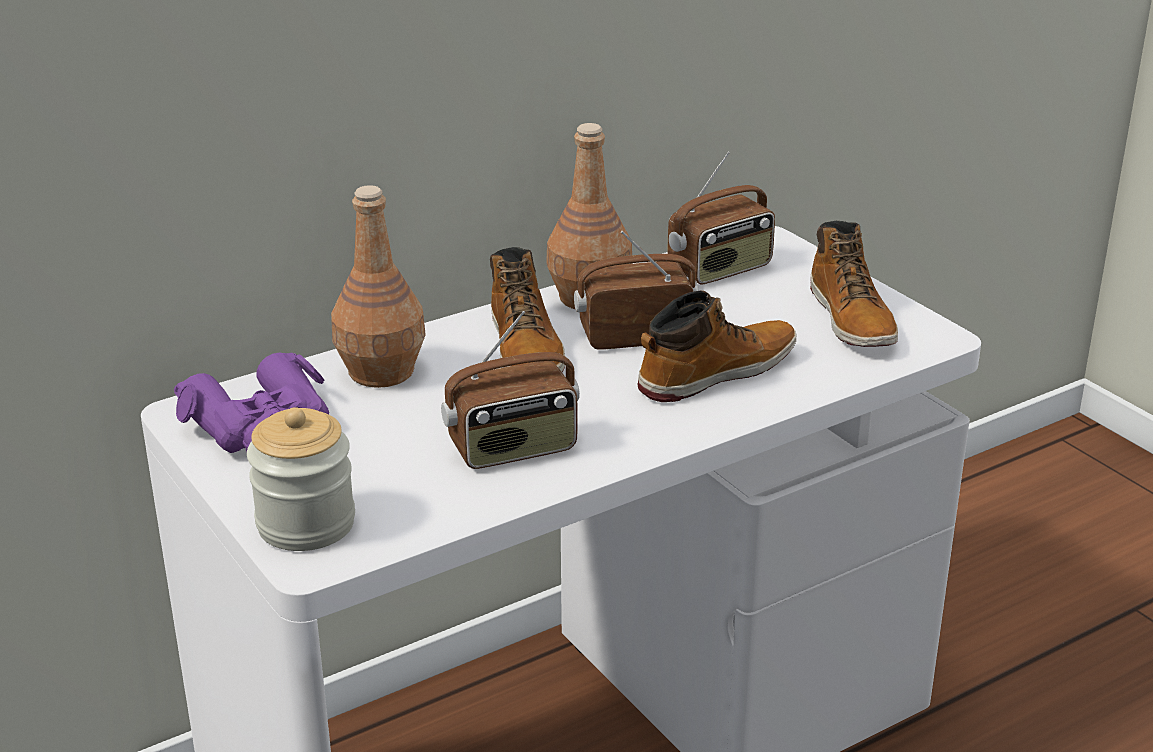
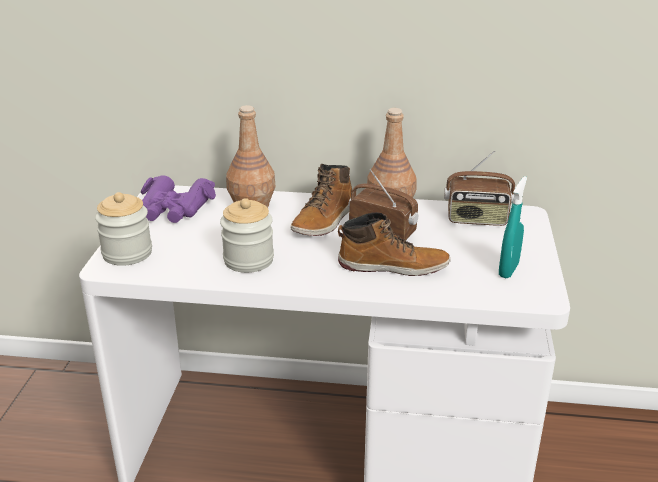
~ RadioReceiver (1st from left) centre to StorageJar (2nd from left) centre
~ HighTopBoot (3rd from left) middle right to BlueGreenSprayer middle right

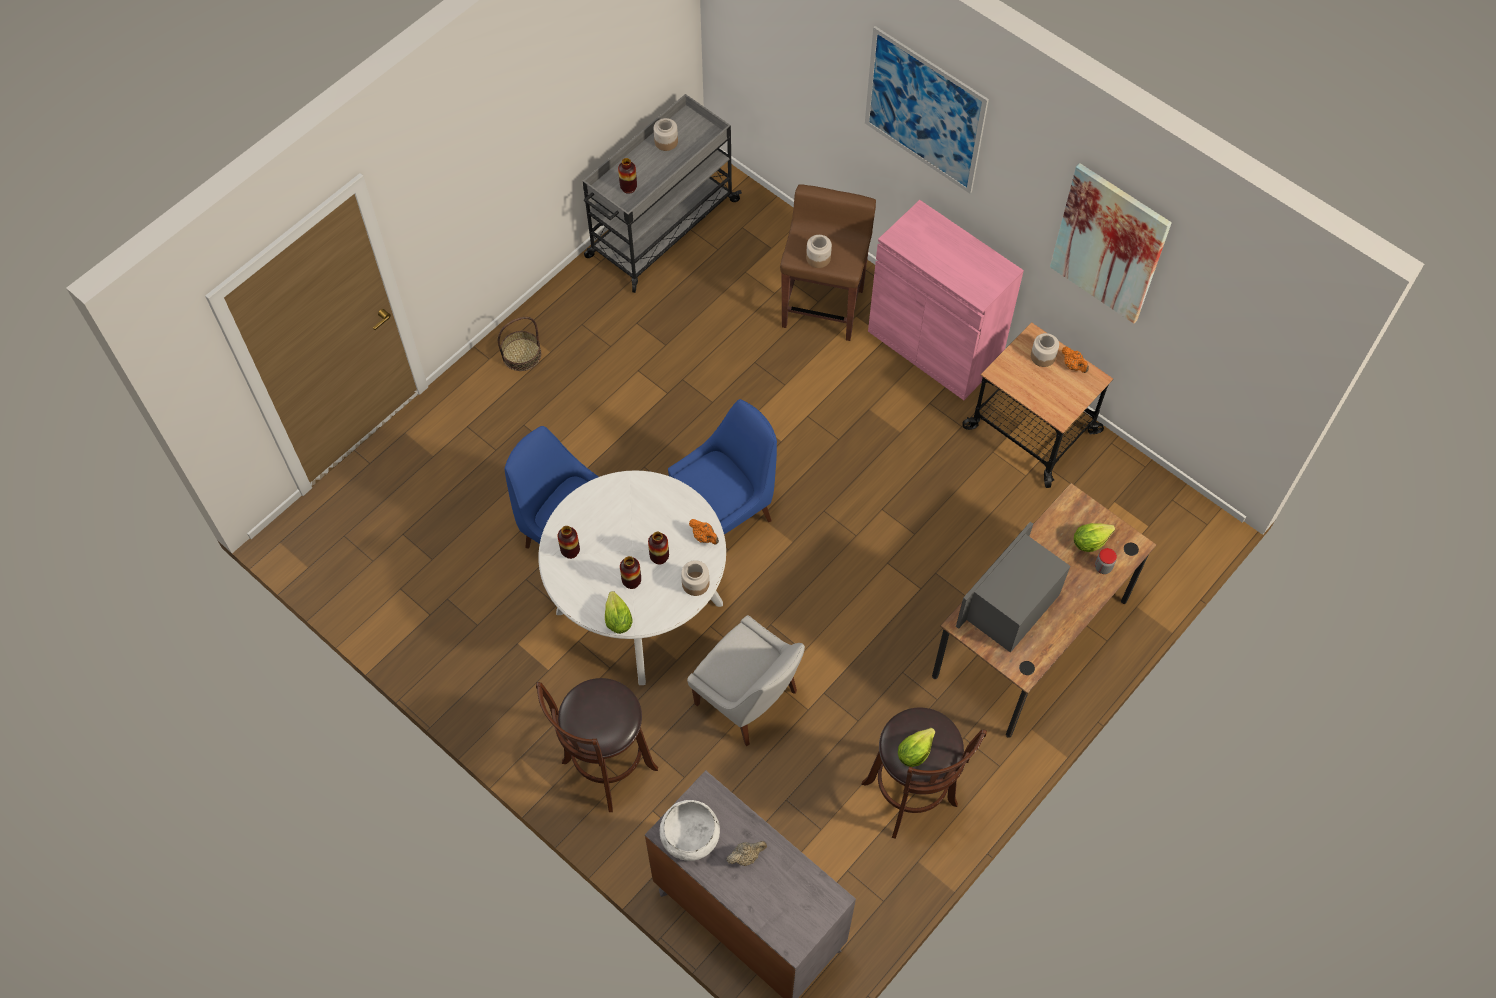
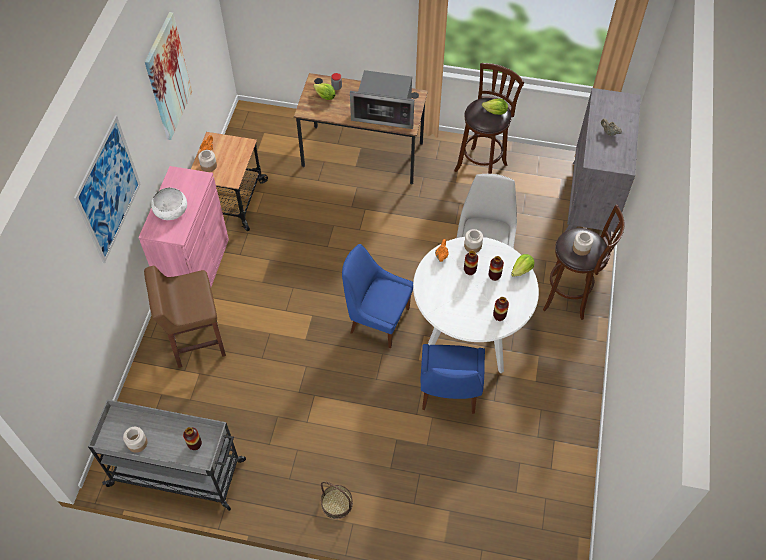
~ WhitishDeepDish bottom centre to middle left
~ StorageJar (3rd from left in the first image) top centre to StorageJar (5th from left) middle right

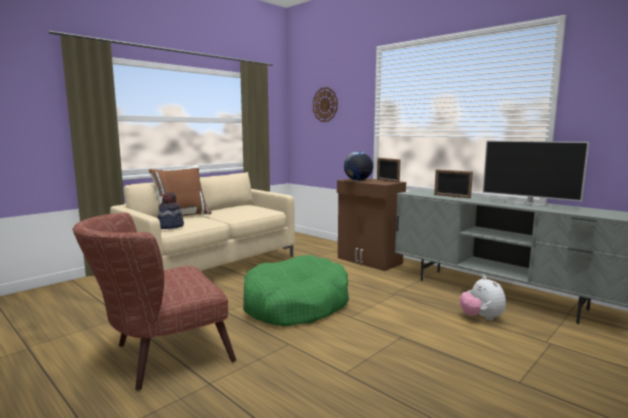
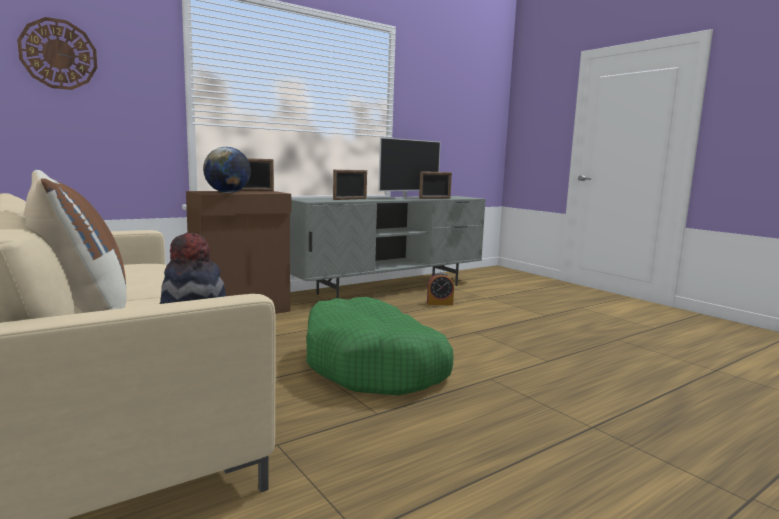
- BrownishEasyChair bottom left
~ CuddlyToy bottom right to AlarmClock centre
+ PhotoFrame (3rd from left) centre

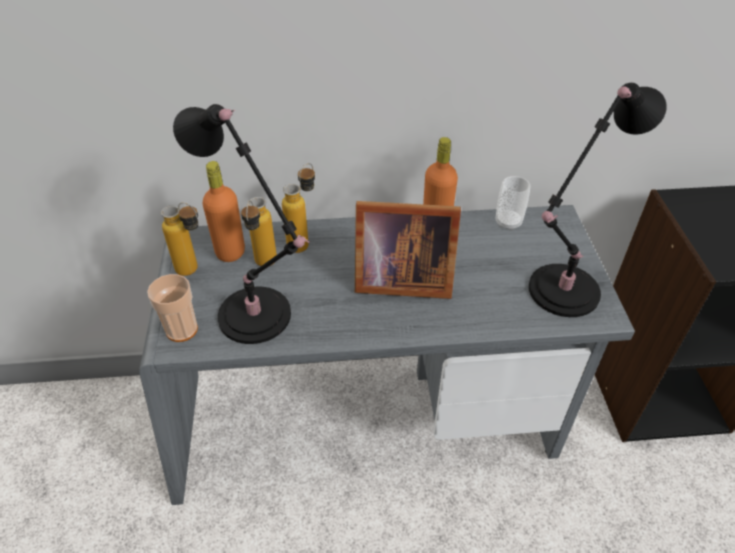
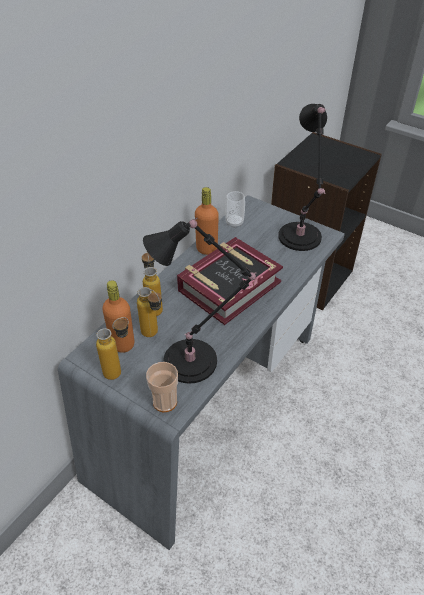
~ PhotoFrame centre to Volume centre

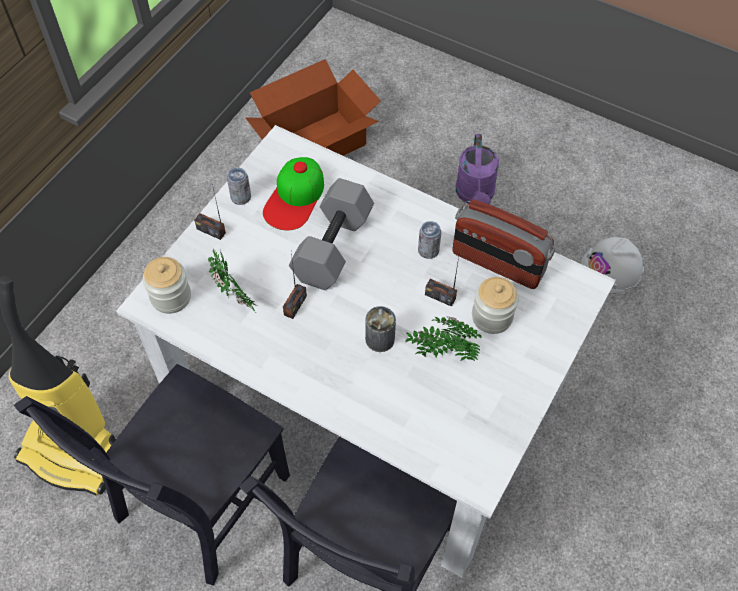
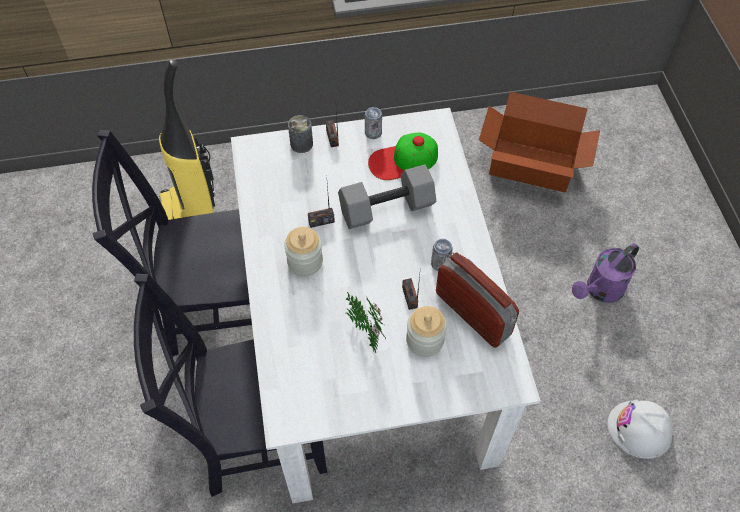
~ StorageJar (1st from left) middle left to centre
- PottedPlant (1st from left) middle left
~ SealedCan (2nd from left in the first image) centre to SealedCan (1st from left) top centre
~ RadioReceiver (4th from left) middle right = centre 150 degrees clockwise

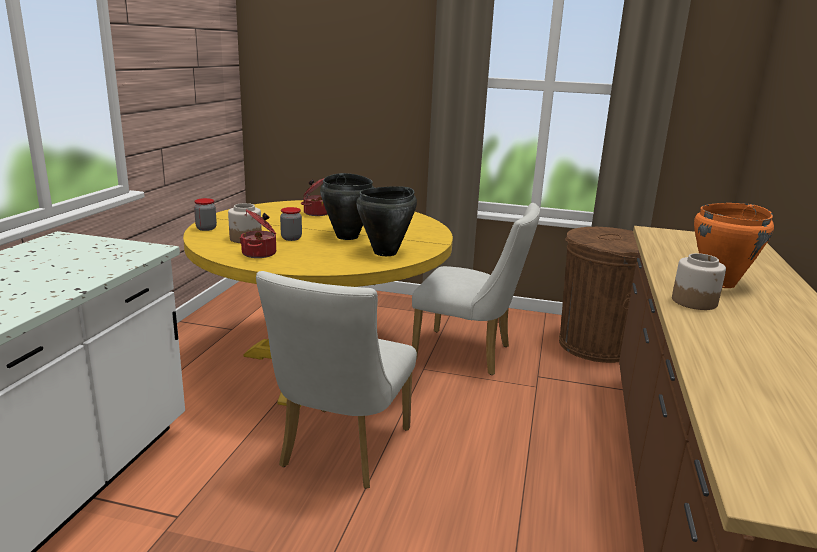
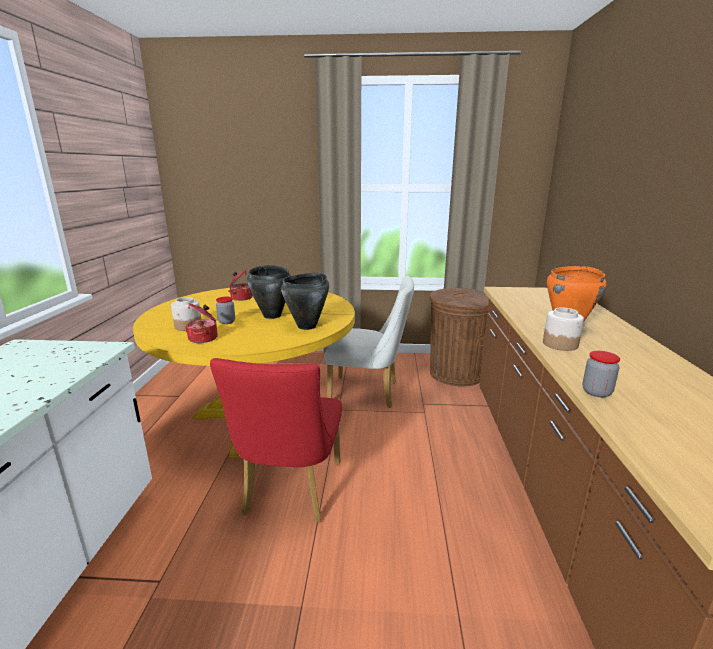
~ StorageJar (1st from left in the first image) middle left to StorageJar (4th from left) middle right
~ WhitishPlainChair (1st from left) bottom centre to RedColouredPlainChair bottom centre

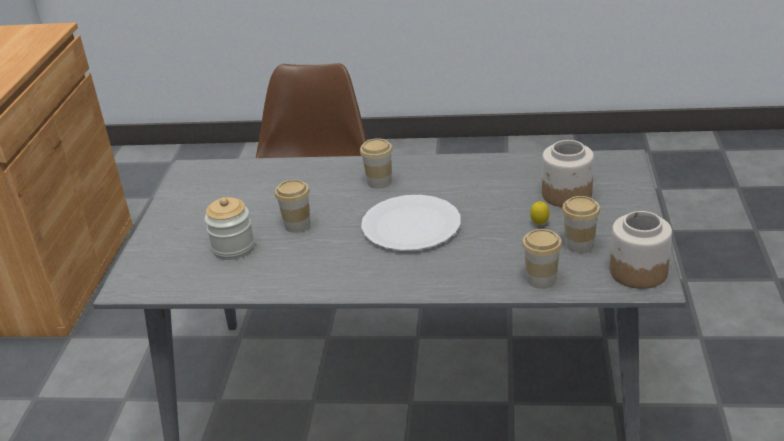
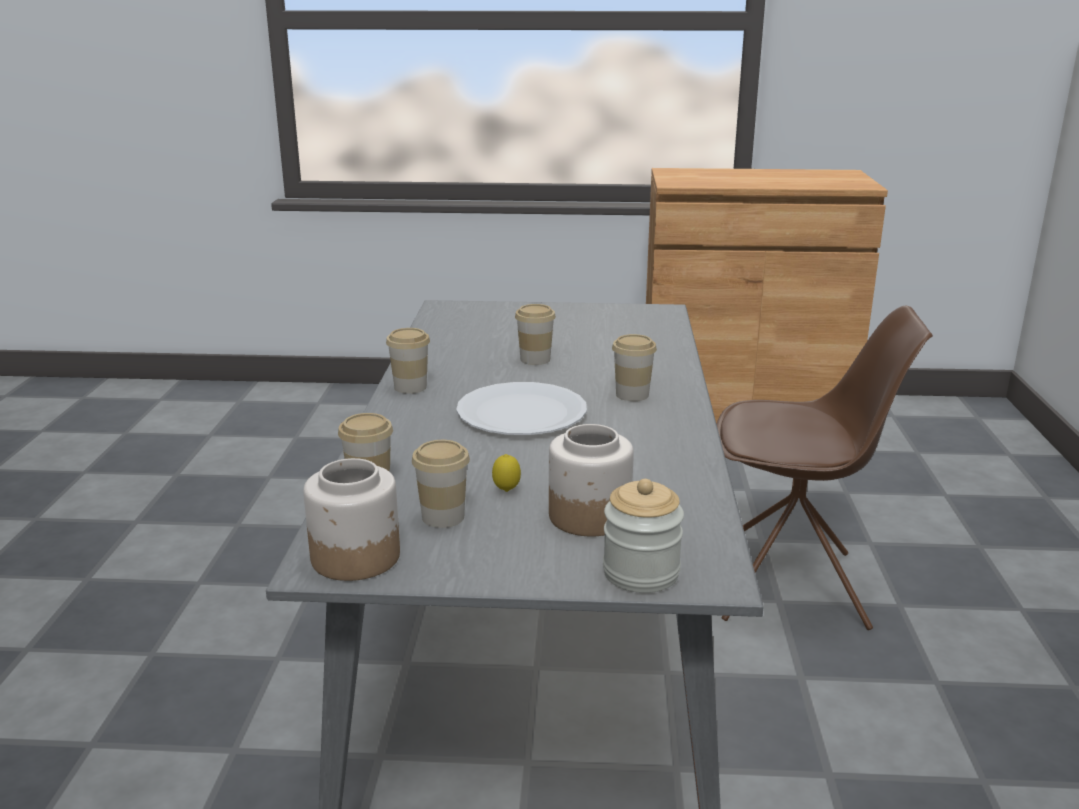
~ StorageJar (1st from left in the first image) middle left to StorageJar (3rd from left) centre
+ Cup (2nd from left) centre

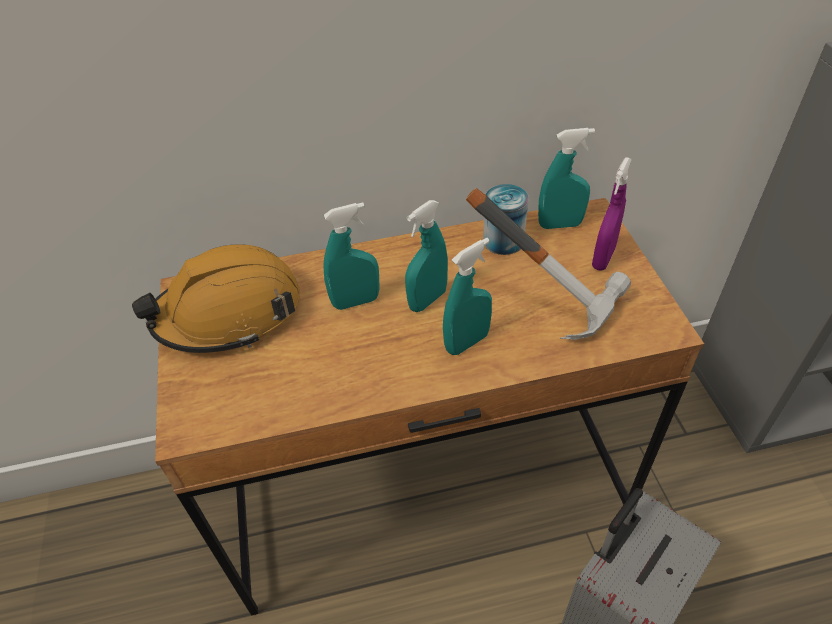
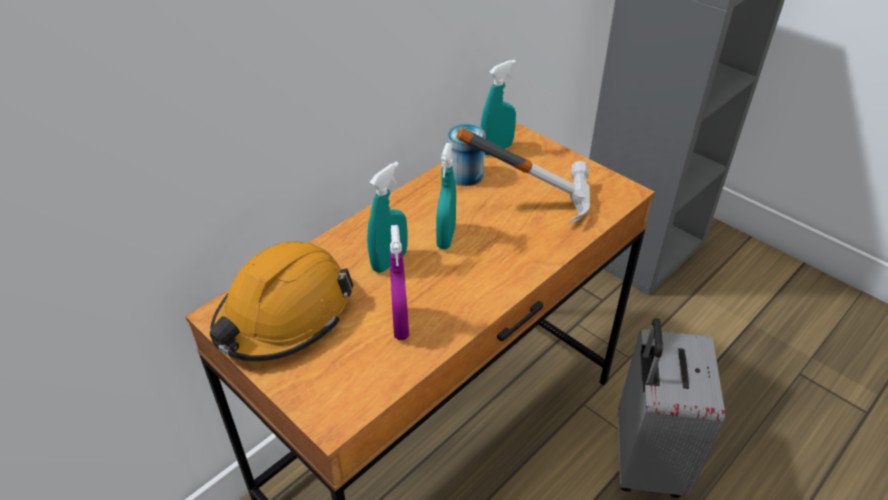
- BlueGreenSprayer (3rd from left) centre
~ PurpleColouredSprayer middle right to centre

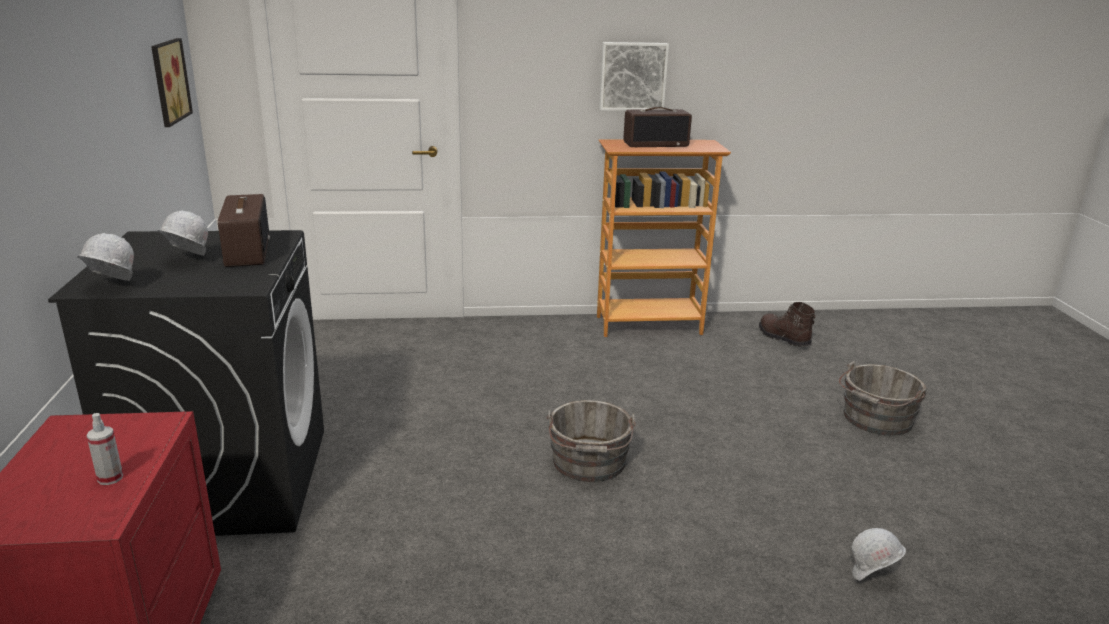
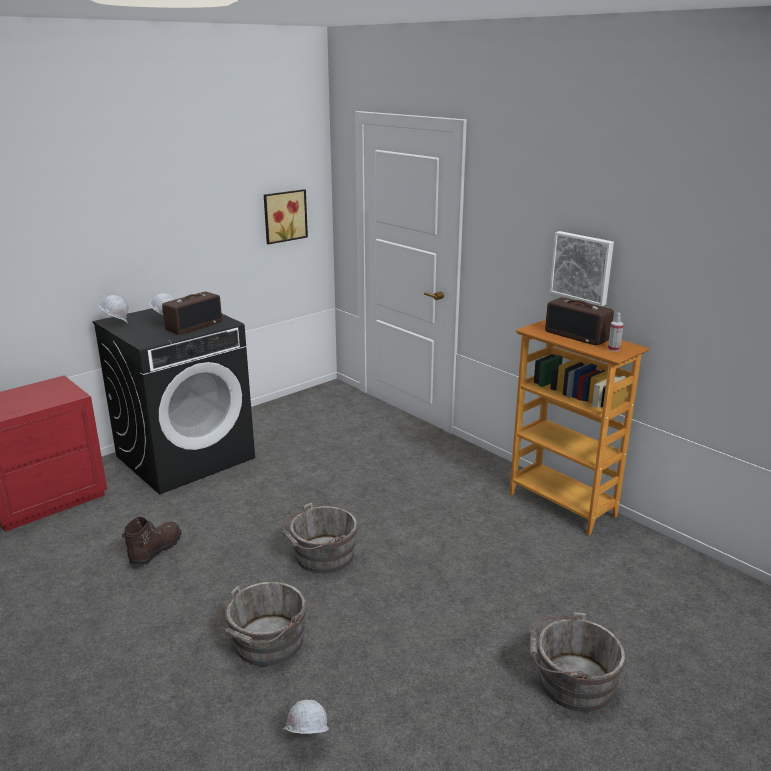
~ Sprayer bottom left to middle right
~ BrownishHighTopBoot middle right to bottom left
+ GreyWaterBucket (1st from left) bottom centre

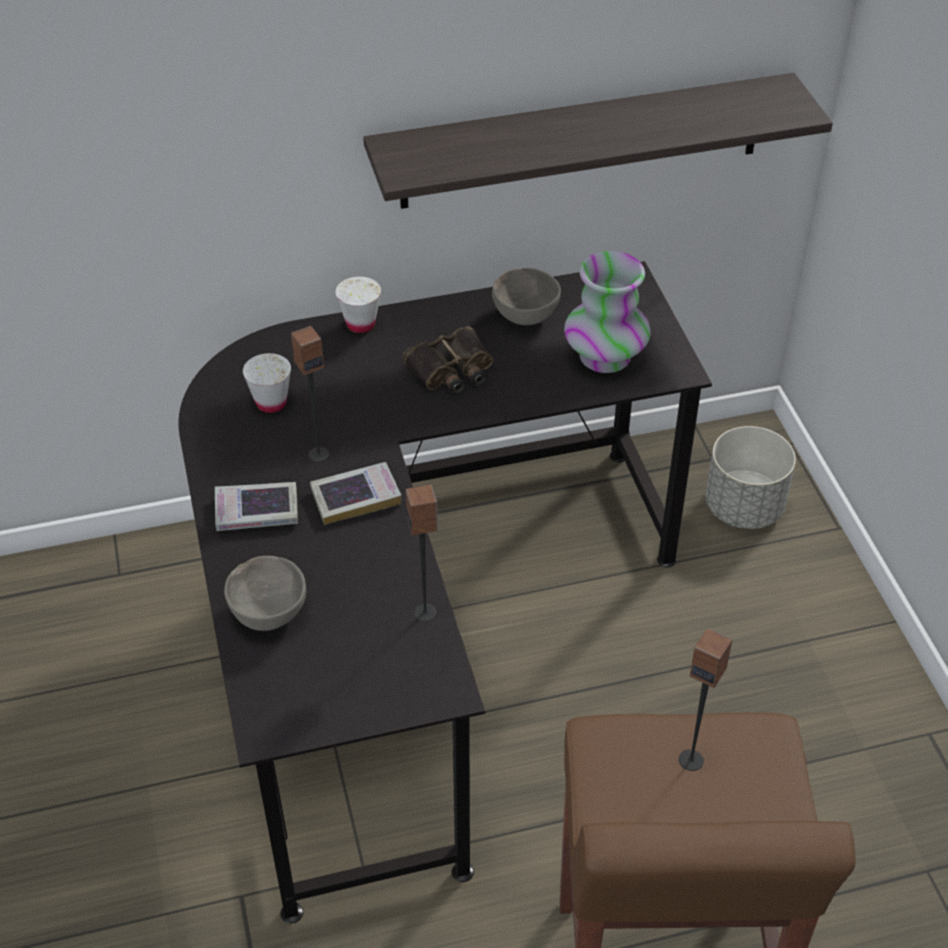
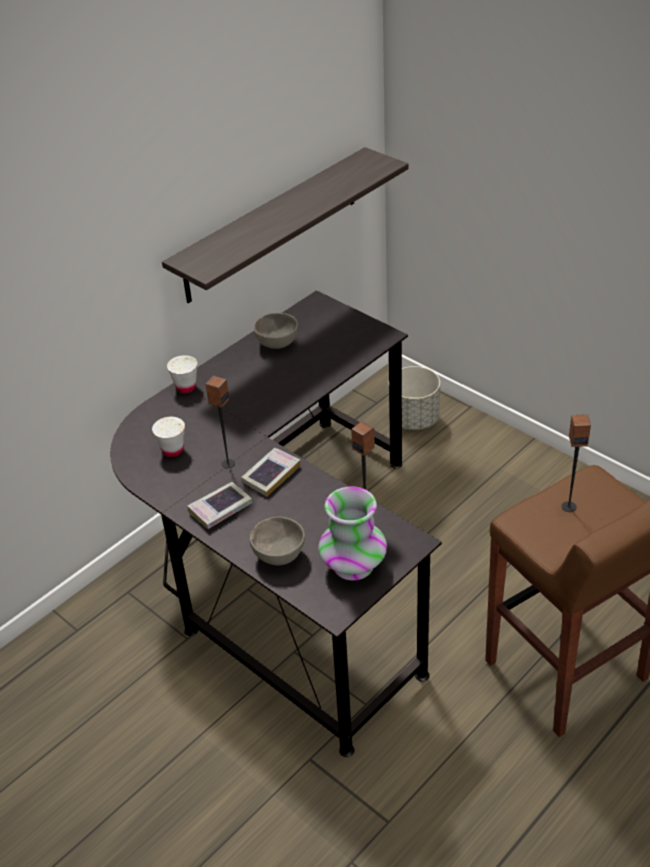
- Binoculars centre
~ FlowerVase top centre to centre

